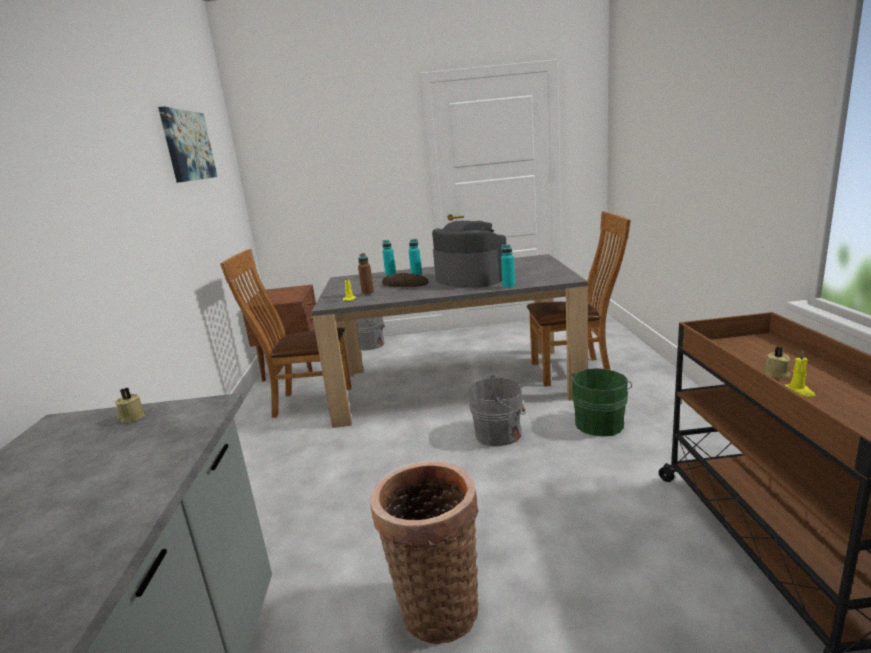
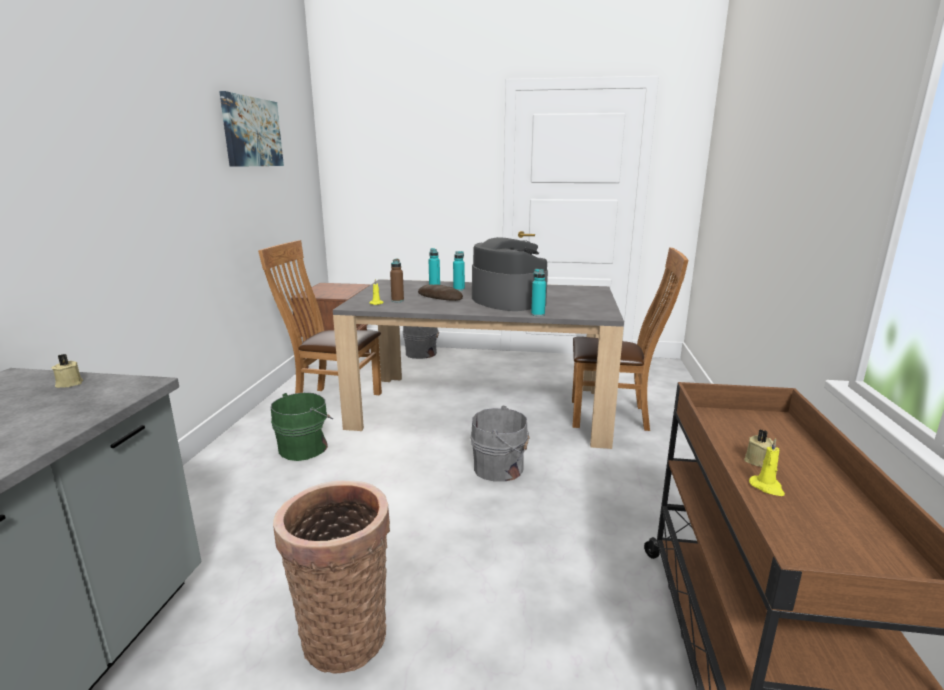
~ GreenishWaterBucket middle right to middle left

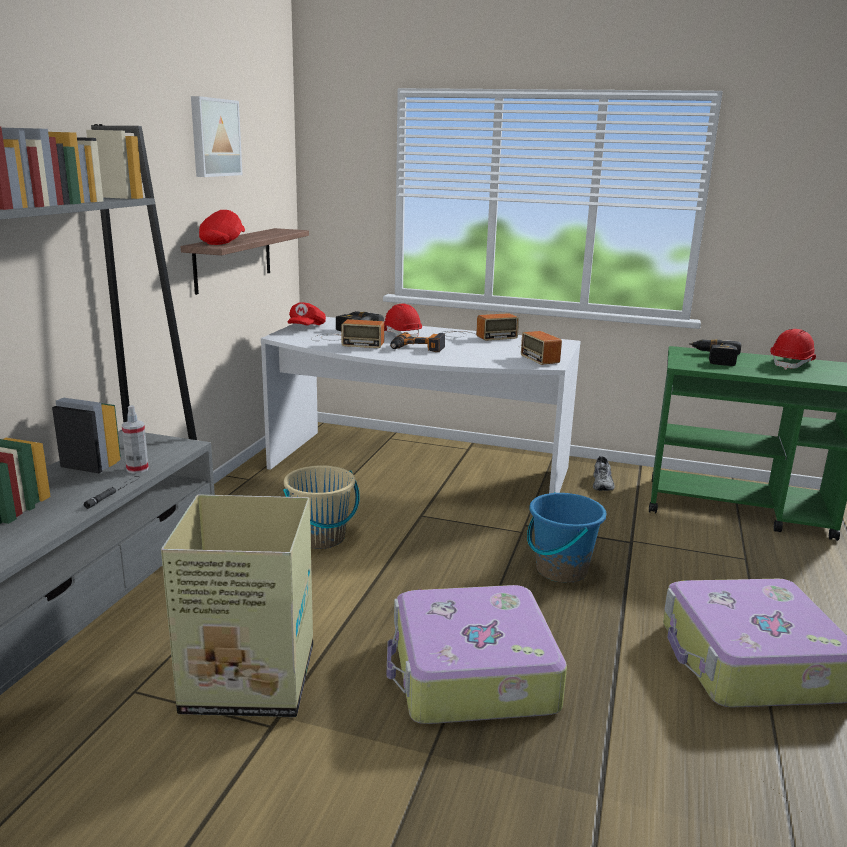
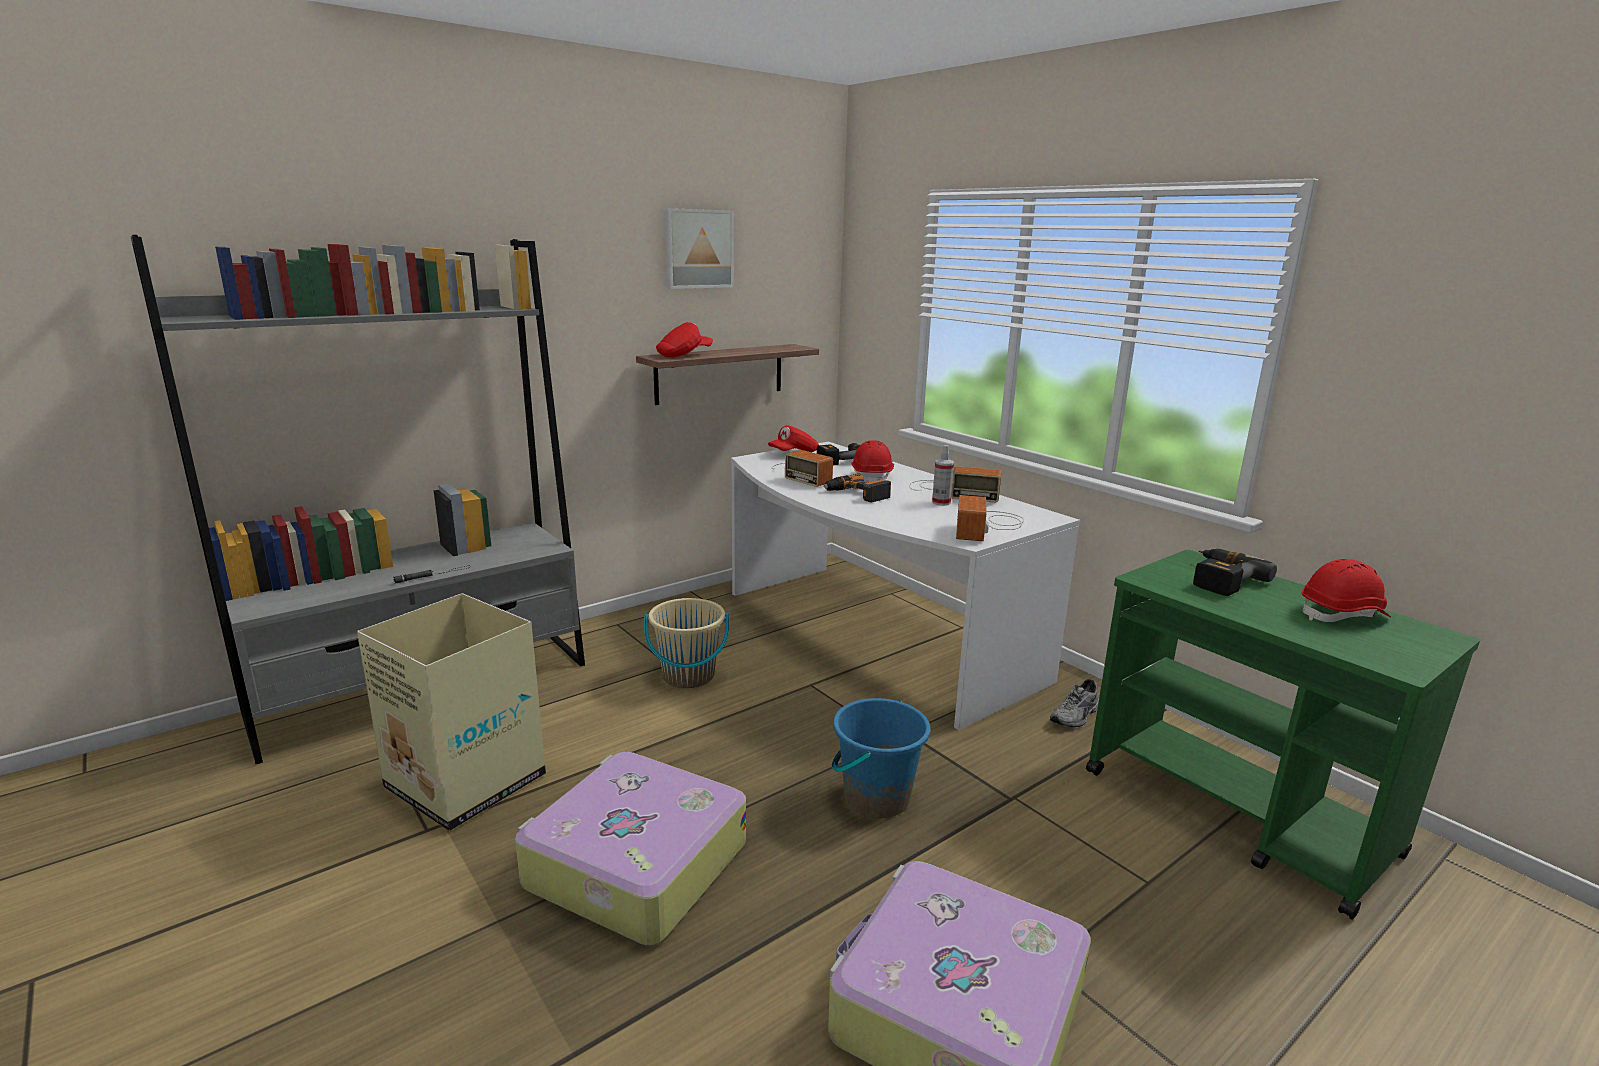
~ Sprayer middle left to centre

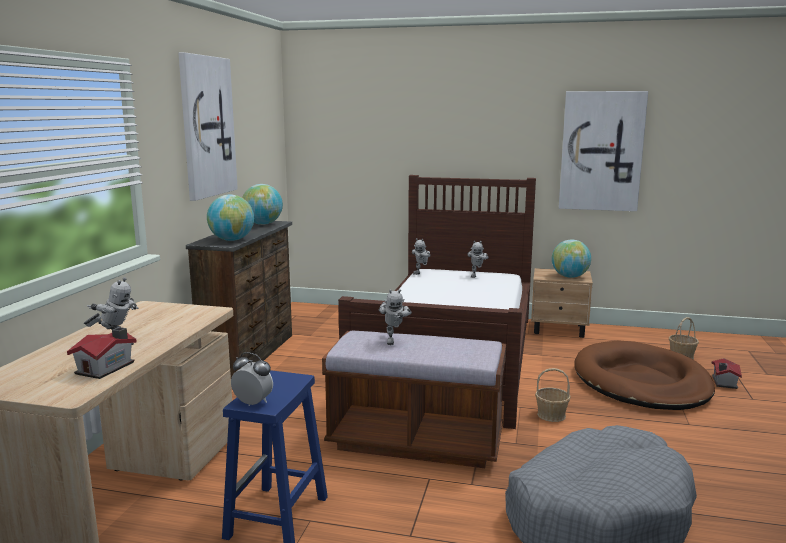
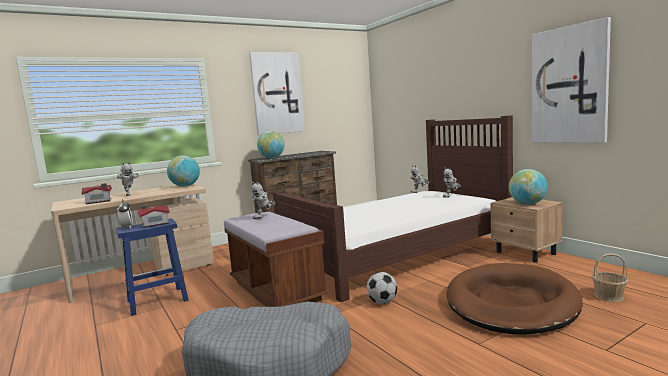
~ DeskGlobe (2nd from left in the first image) centre to DeskGlobe (1st from left) middle left
~ StorageBasket (1st from left) bottom right to Football bottom centre
~ MiniatureHouse (2nd from left) bottom right to middle left

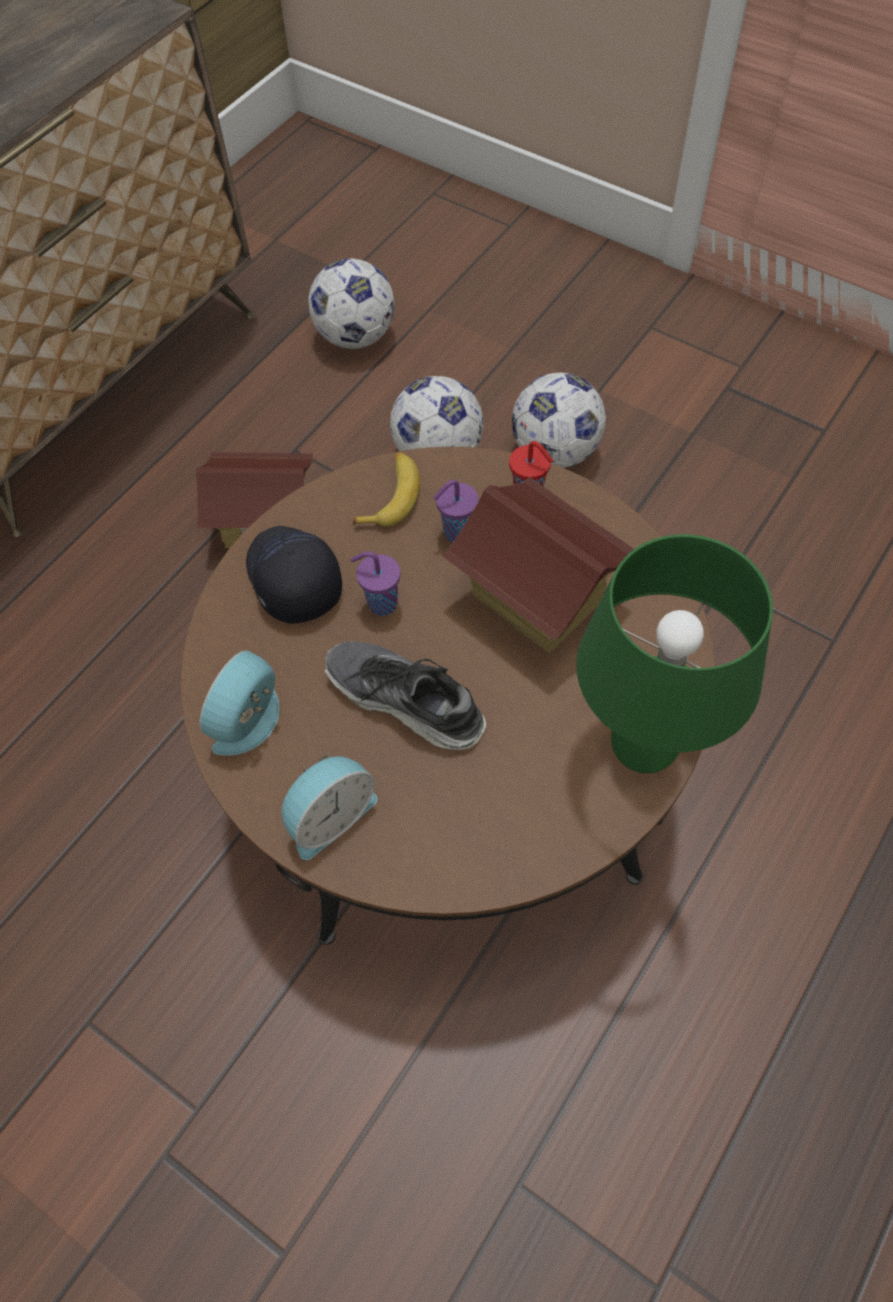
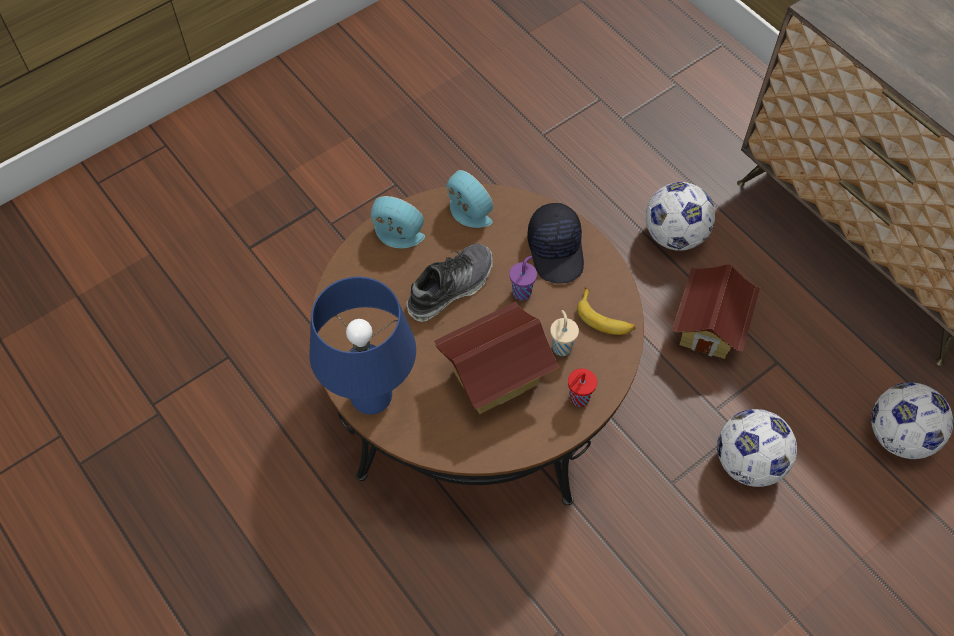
~ BlackishBaseballCap middle left = centre 90 degrees clockwise
~ AlarmClock (2nd from left in the first image) centre = centre 135 degrees clockwise
~ PurpleColouredCup (2nd from left) centre to SandColouredCup centre
~ Football (3rd from left in the first image) top centre to Football (1st from left) middle right
~ GreenishTableLamp middle right to BluishTableLamp centre

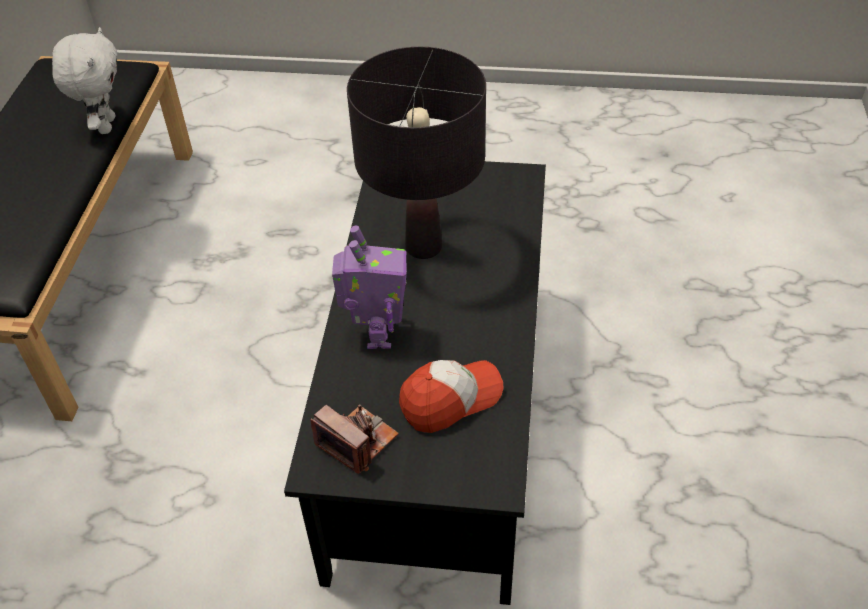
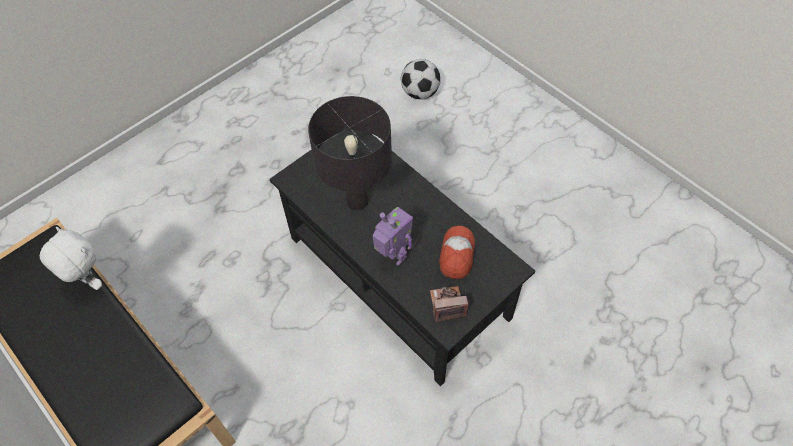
+ Football top centre

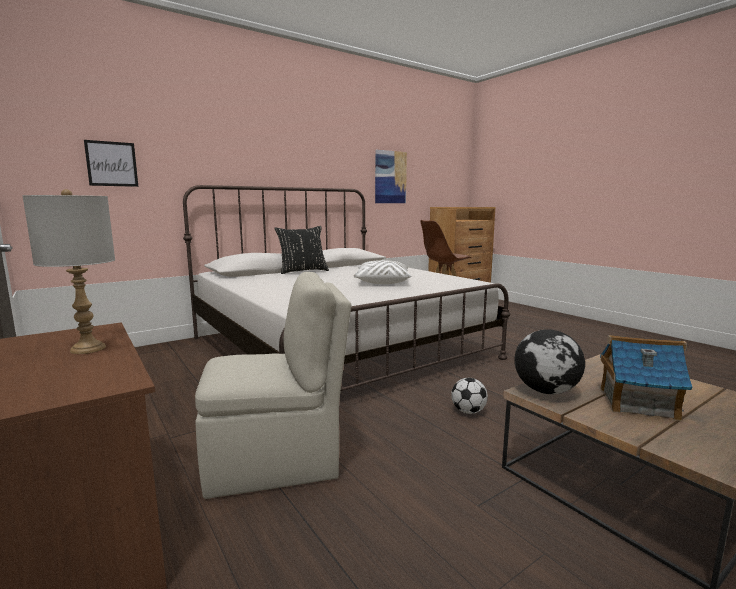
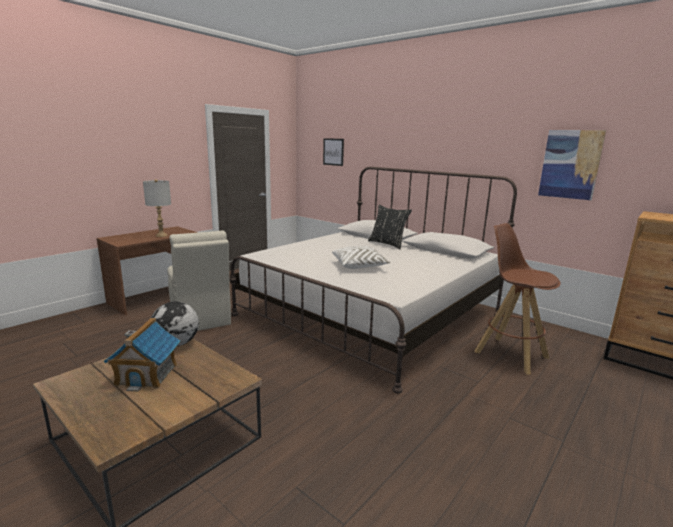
- Football bottom centre

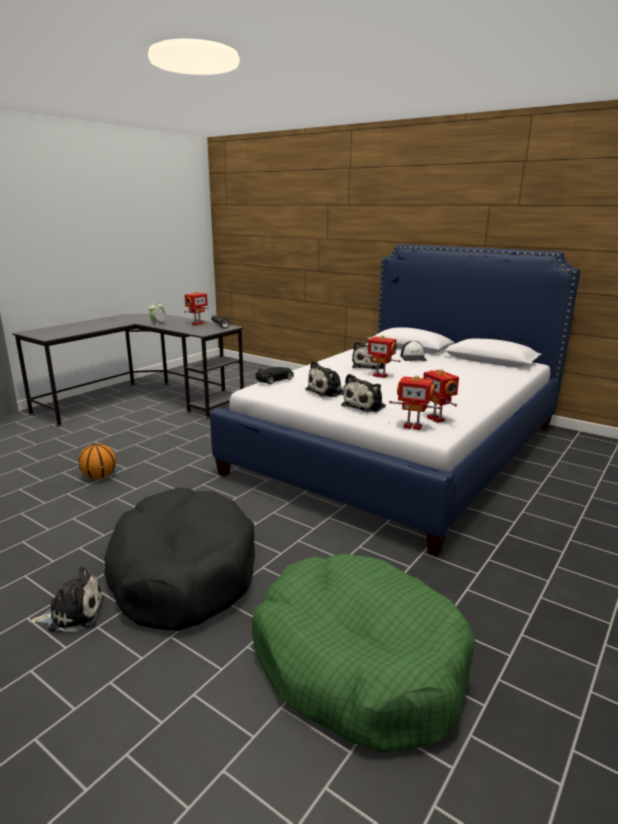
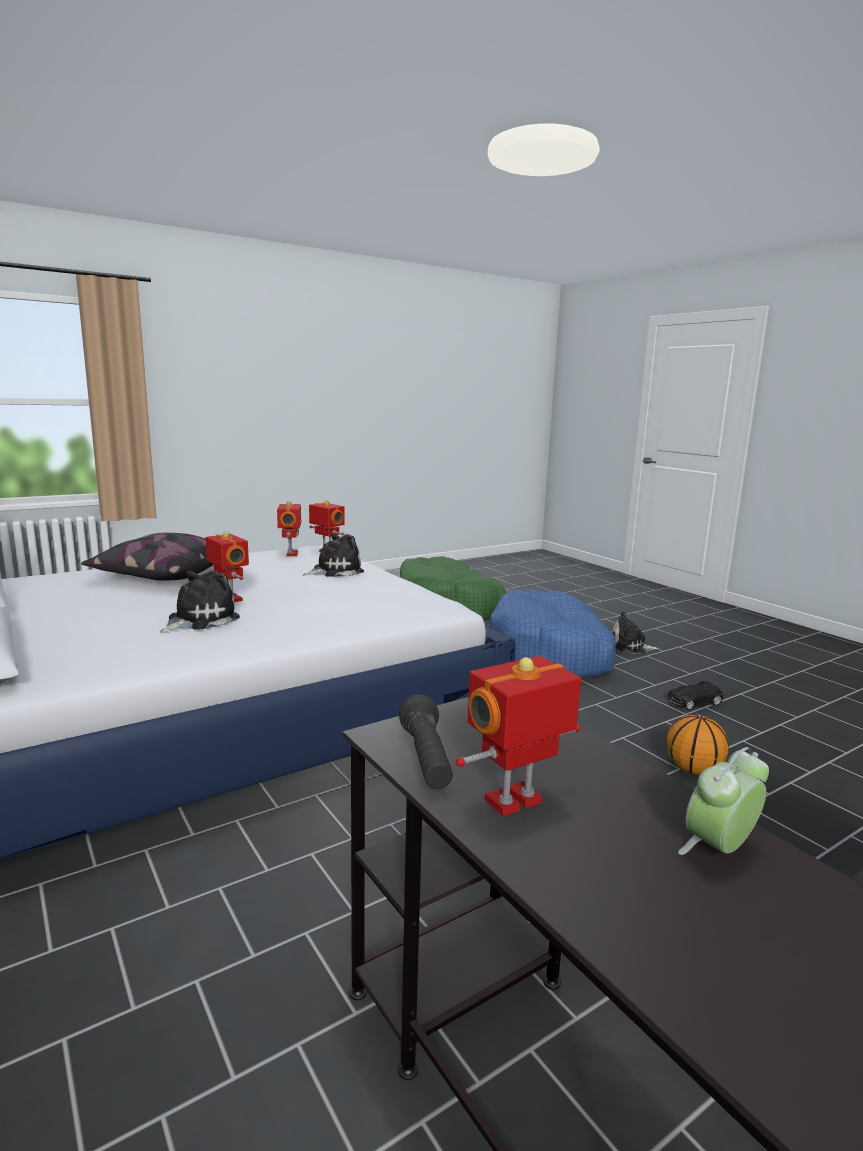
~ BlackishPetBed bottom left to BluishPetBed centre
~ BlackishToyCar centre to middle right
- CuddlyToy (2nd from left) centre
- BaseballCap middle right
+ ThrowPillow middle left

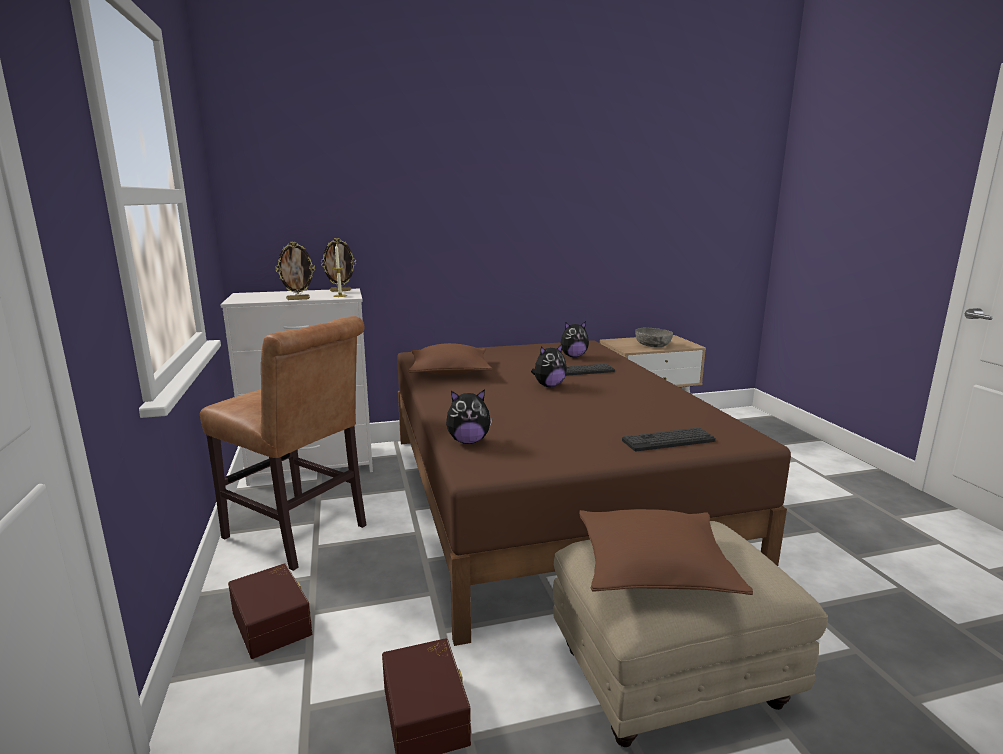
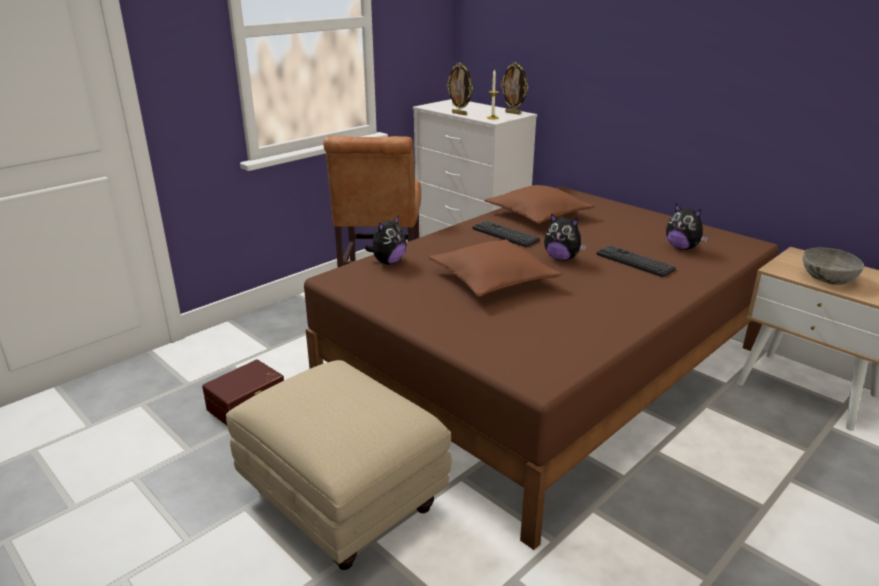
- BrownishStorageContainer (1st from left) bottom left
~ CuddlyToy (1st from left) centre = centre 105 degrees counterclockwise
~ BrownishThrowPillow (2nd from left in the first image) bottom centre to BrownishThrowPillow (1st from left) centre
~ PcKeyboard (2nd from left in the first image) middle right to PcKeyboard (1st from left) centre

